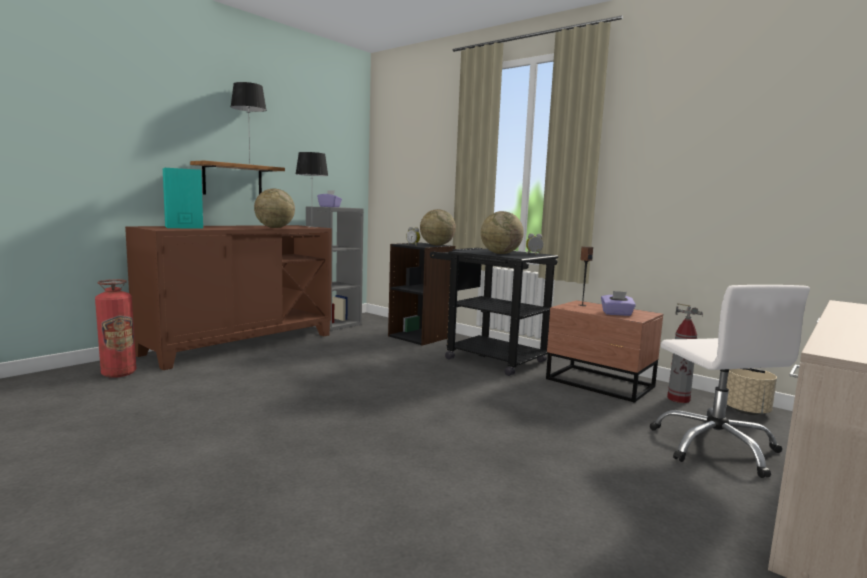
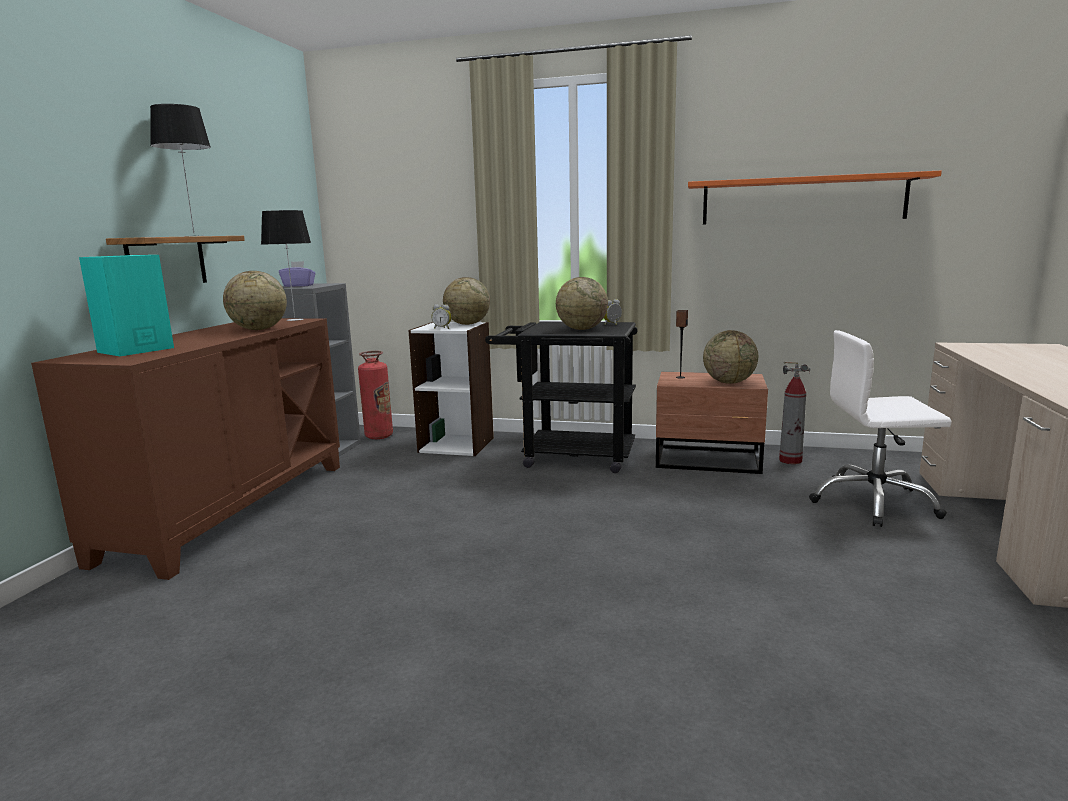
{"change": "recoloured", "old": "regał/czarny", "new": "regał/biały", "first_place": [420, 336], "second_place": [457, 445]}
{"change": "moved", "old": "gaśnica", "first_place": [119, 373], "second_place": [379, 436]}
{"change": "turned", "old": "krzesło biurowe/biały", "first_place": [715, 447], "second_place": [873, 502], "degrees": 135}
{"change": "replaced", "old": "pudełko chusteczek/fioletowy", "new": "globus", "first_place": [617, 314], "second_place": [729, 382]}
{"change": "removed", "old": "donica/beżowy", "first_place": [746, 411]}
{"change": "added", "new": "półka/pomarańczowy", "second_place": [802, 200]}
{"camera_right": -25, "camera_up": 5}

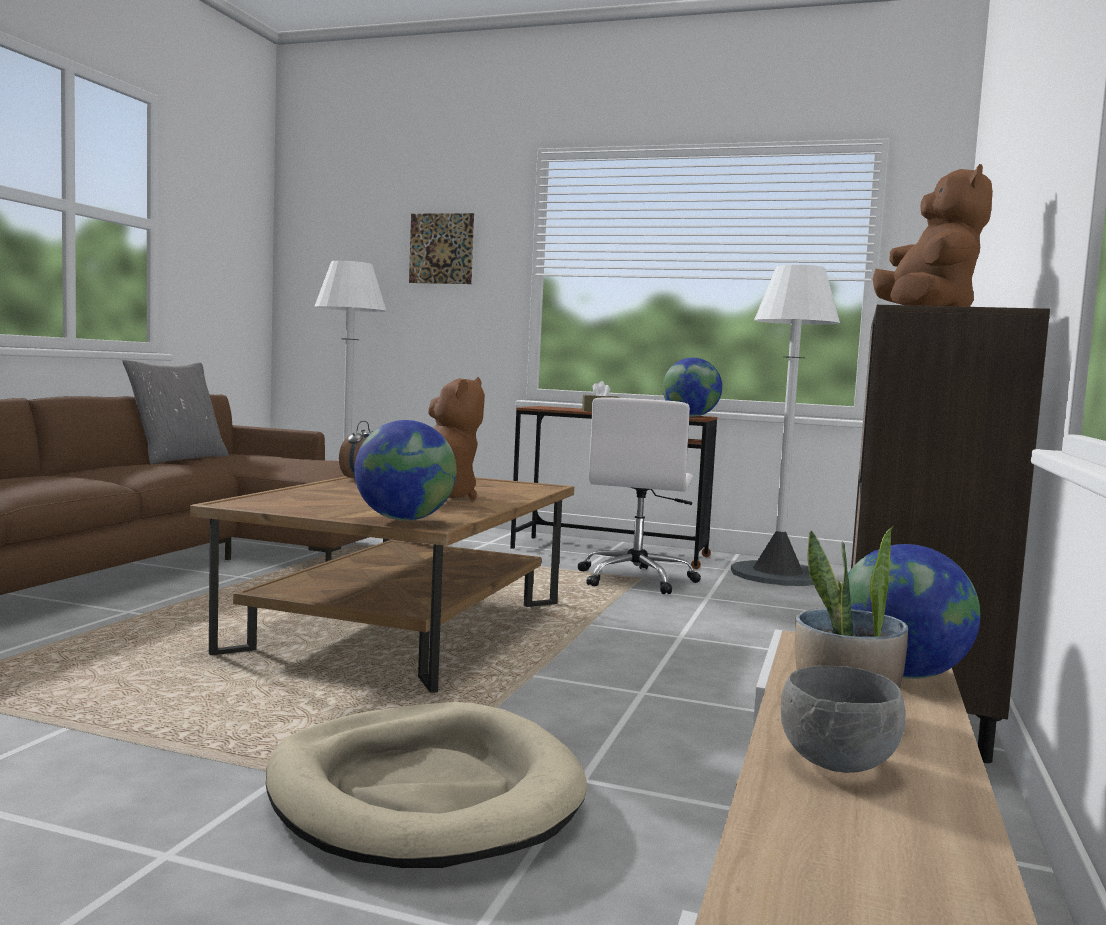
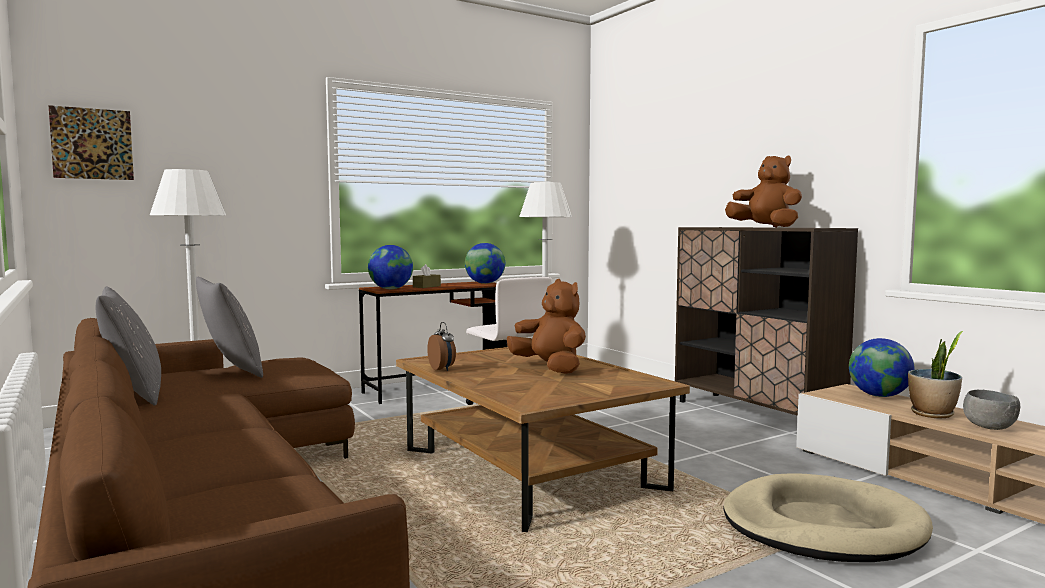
{"change": "moved", "old": "obraz", "first_place": [441, 248], "second_place": [92, 143]}
{"change": "moved", "old": "globus", "first_place": [404, 520], "second_place": [391, 289]}
{"change": "added", "new": "poduszka/szary", "second_place": [231, 371]}
{"camera_right": -50, "camera_up": 0}

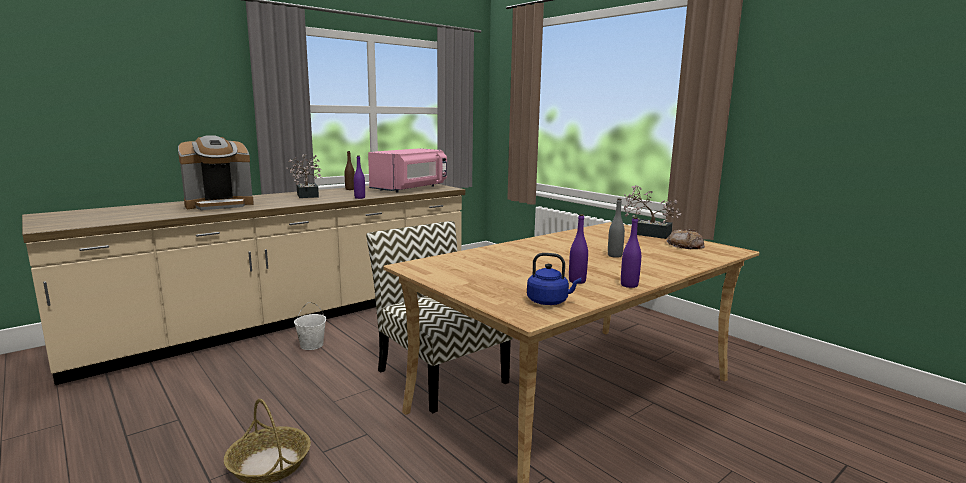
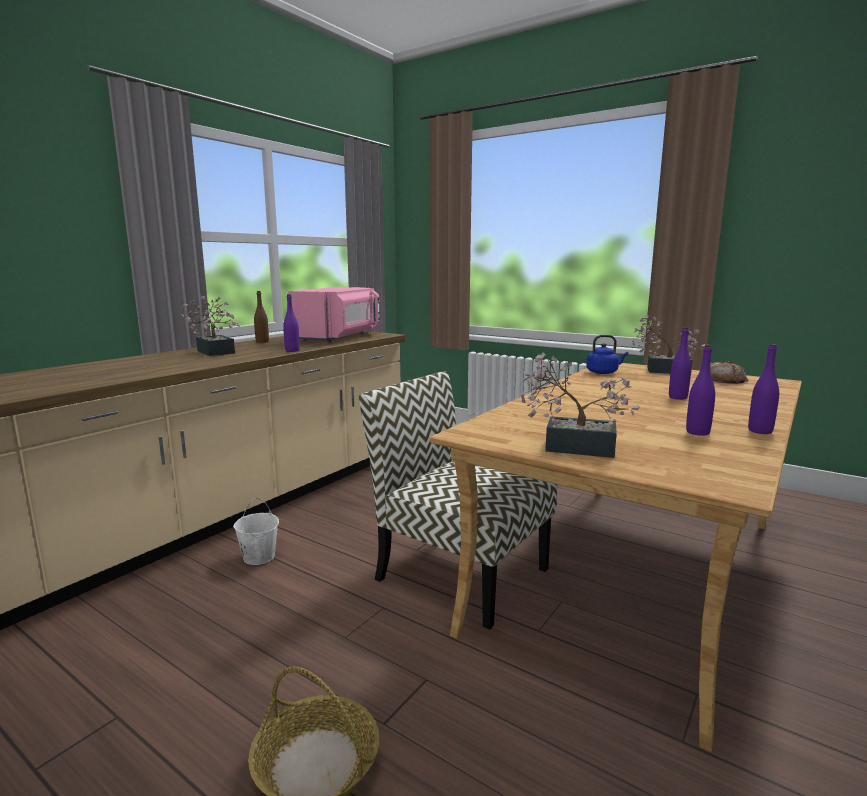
{"change": "removed", "old": "ekspres do kawy", "first_place": [219, 205]}
{"change": "recoloured", "old": "butelka/szary", "new": "butelka/fioletowy", "first_place": [614, 255], "second_place": [677, 397]}
{"change": "moved", "old": "czajnik/niebieski", "first_place": [549, 302], "second_place": [603, 372]}
{"change": "added", "new": "roślina doniczkowa", "second_place": [570, 446]}
{"camera_right": -15, "camera_up": 0}

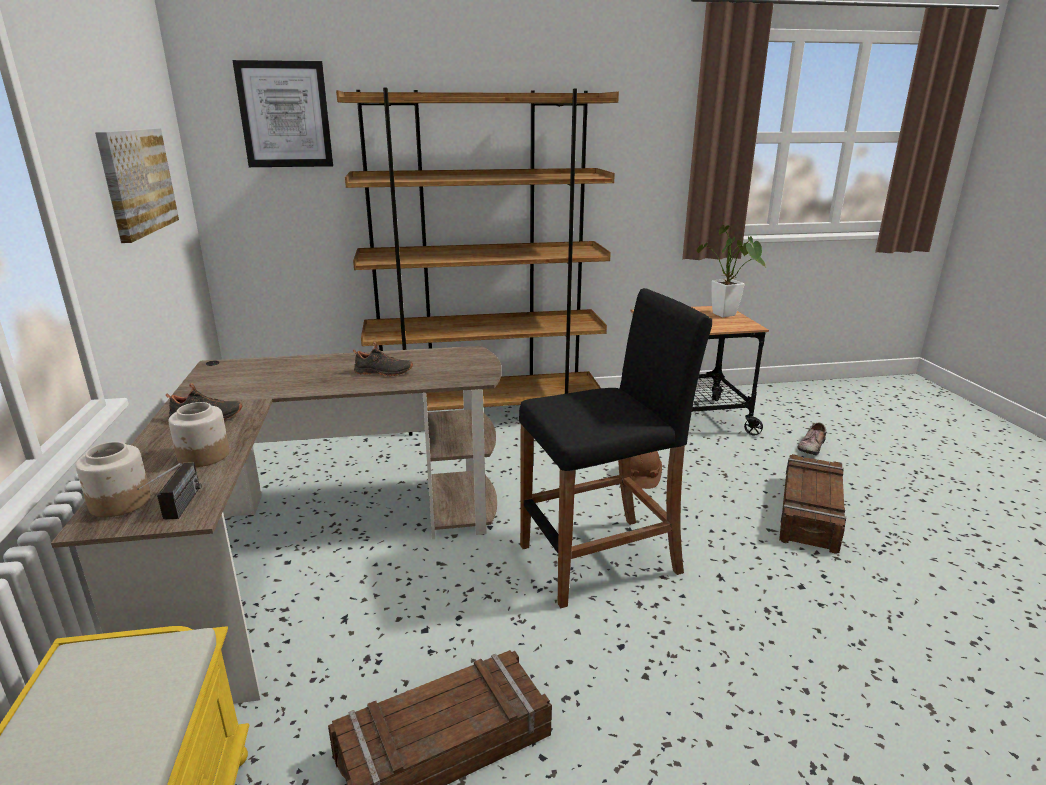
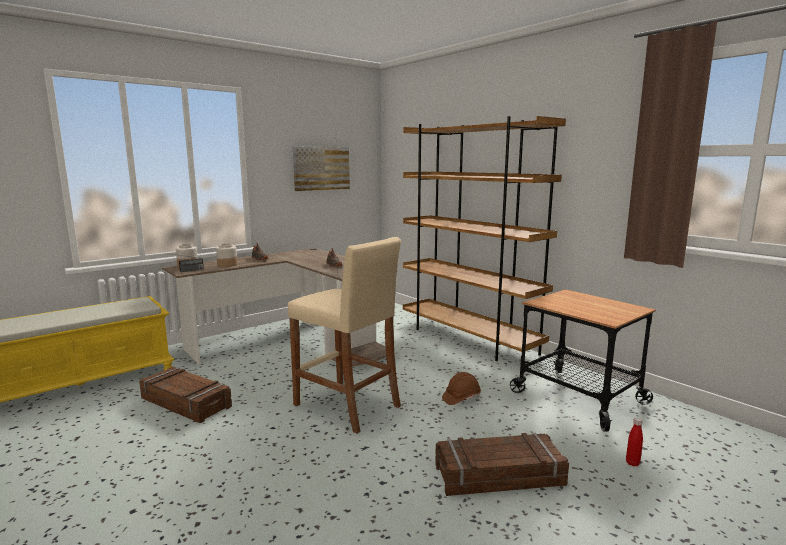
{"change": "removed", "old": "obraz", "first_place": [285, 115]}
{"change": "removed", "old": "roślina doniczkowa", "first_place": [727, 316]}
{"change": "recoloured", "old": "stołek/czarny", "new": "stołek/beżowy", "first_place": [600, 560], "second_place": [347, 406]}
{"change": "replaced", "old": "but", "new": "butelka/czerwony", "first_place": [810, 446], "second_place": [632, 463]}
{"camera_right": 60, "camera_up": -10}

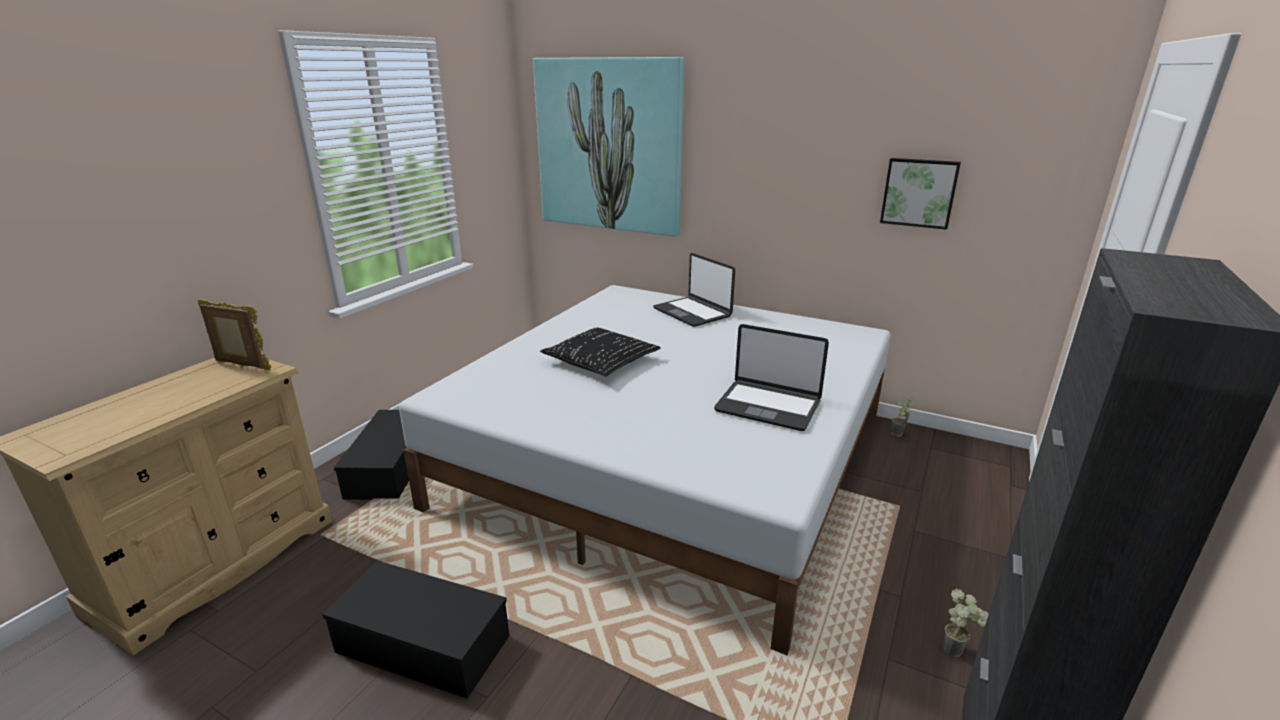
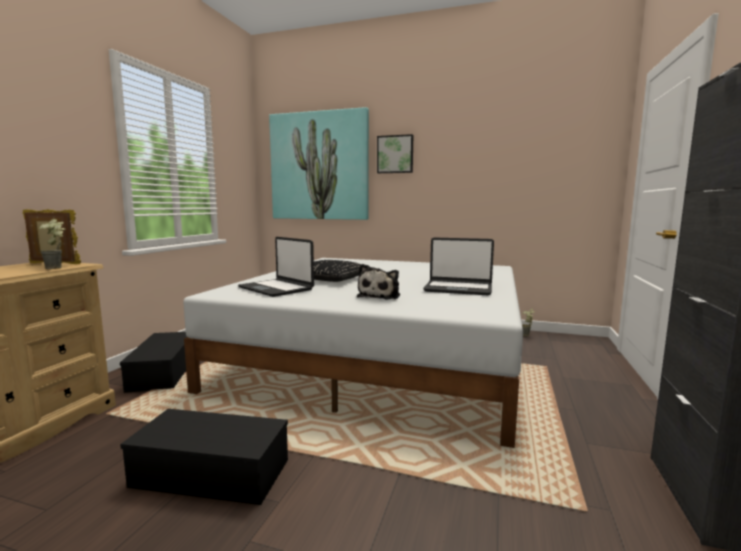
{"change": "moved", "old": "obraz", "first_place": [919, 192], "second_place": [395, 154]}
{"change": "moved", "old": "laptop", "first_place": [692, 312], "second_place": [276, 289]}
{"change": "moved", "old": "roślina doniczkowa", "first_place": [958, 650], "second_place": [58, 268]}
{"change": "added", "new": "pluszak", "second_place": [380, 296]}
{"camera_right": -10, "camera_up": -15}

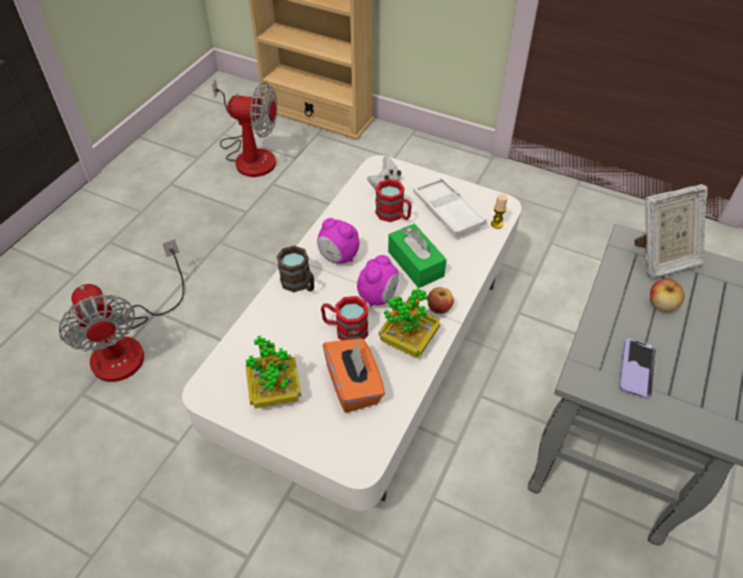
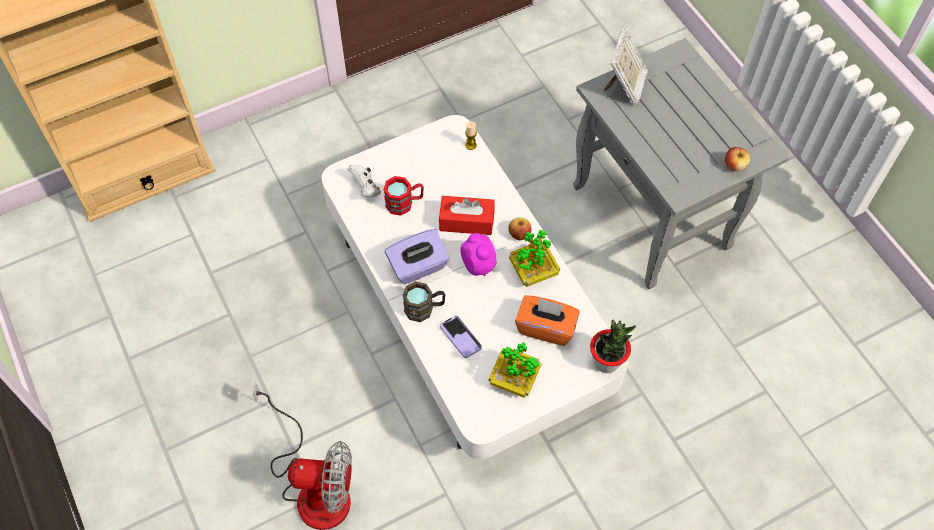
{"change": "removed", "old": "wentylator", "first_place": [250, 154]}
{"change": "removed", "old": "taca/biały", "first_place": [448, 211]}
{"change": "replaced", "old": "budzik", "new": "pudełko chusteczek/fioletowy", "first_place": [338, 257], "second_place": [418, 267]}
{"change": "recoloured", "old": "pudełko chusteczek/zielony", "new": "pudełko chusteczek/czerwony", "first_place": [415, 263], "second_place": [466, 221]}
{"change": "moved", "old": "jabłko", "first_place": [661, 304], "second_place": [734, 165]}
{"change": "removed", "old": "kubek/czerwony", "first_place": [345, 329]}
{"change": "moved", "old": "telefon", "first_place": [636, 369], "second_place": [460, 337]}
{"change": "added", "new": "roślina doniczkowa", "second_place": [606, 362]}
{"camera_right": -55, "camera_up": 10}

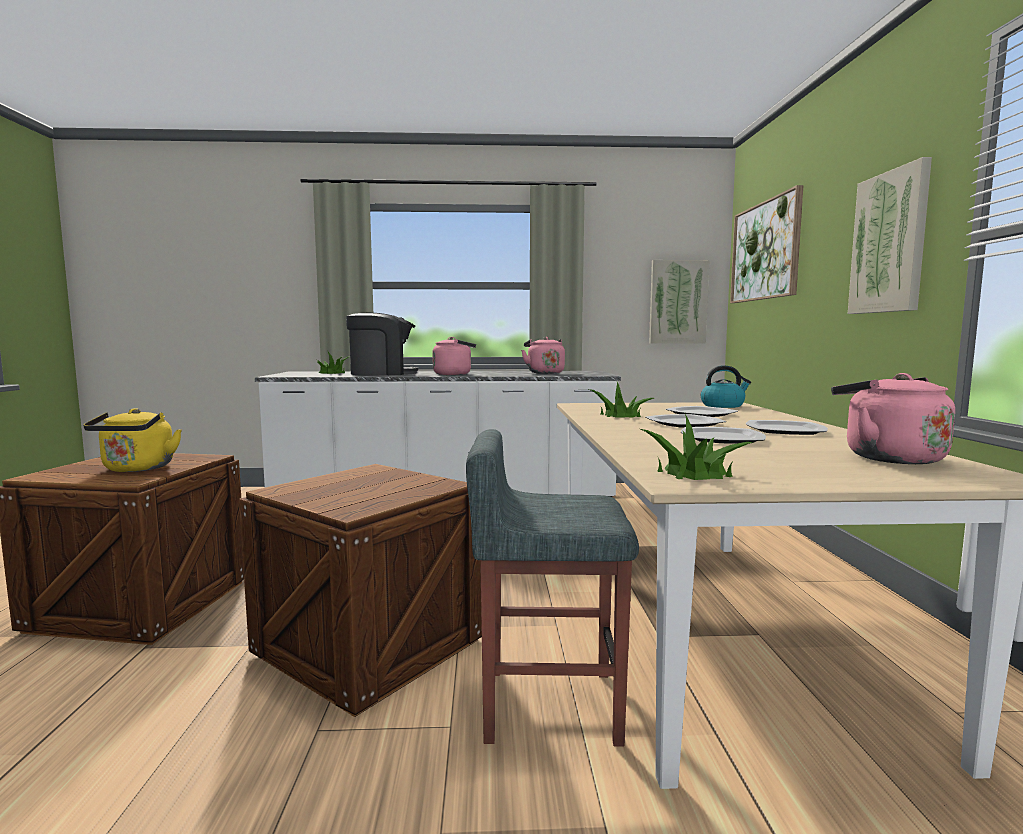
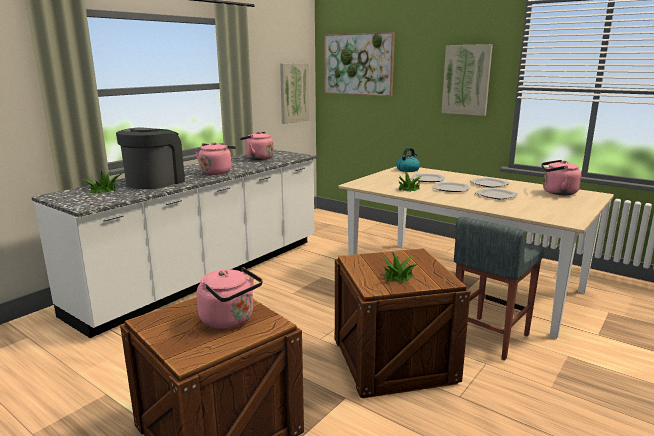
{"change": "recoloured", "old": "czajnik/żółty", "new": "czajnik/różowy", "first_place": [137, 469], "second_place": [230, 320]}
{"change": "moved", "old": "roślina doniczkowa", "first_place": [693, 473], "second_place": [398, 276]}
{"camera_right": -50, "camera_up": 10}

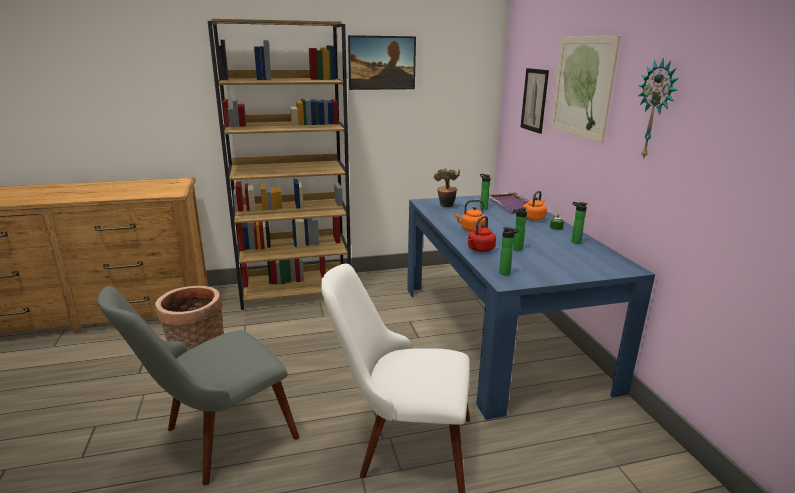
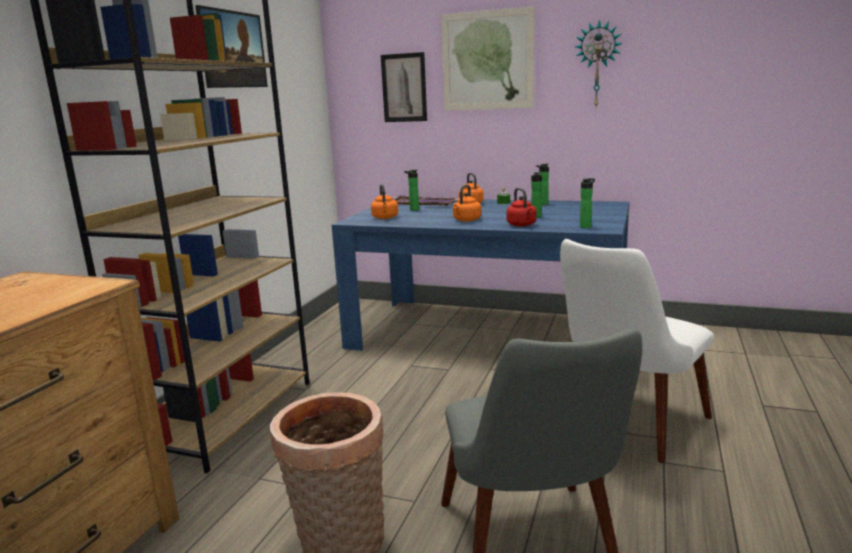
{"change": "replaced", "old": "roślina doniczkowa", "new": "czajnik/pomarańczowy", "first_place": [446, 207], "second_place": [385, 218]}
{"camera_right": -55, "camera_up": -5}

